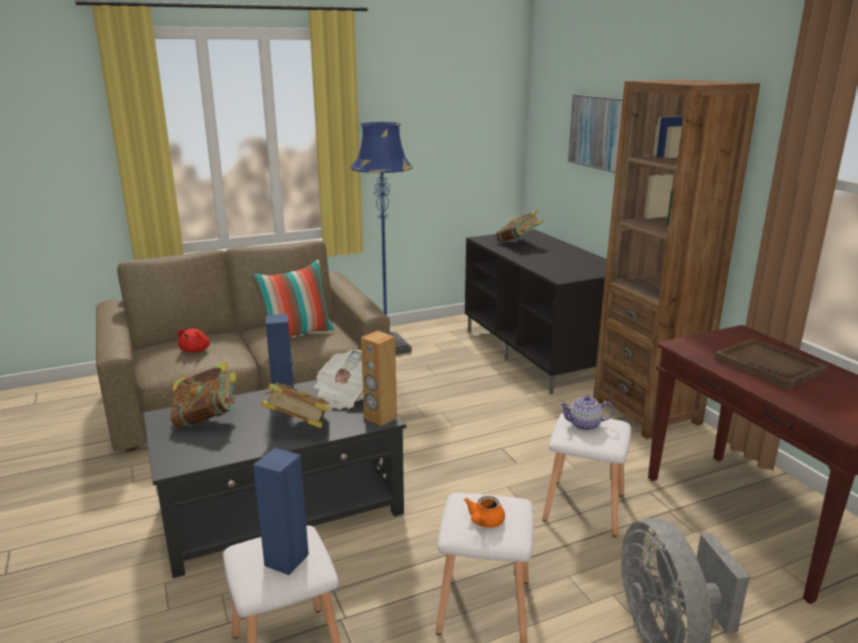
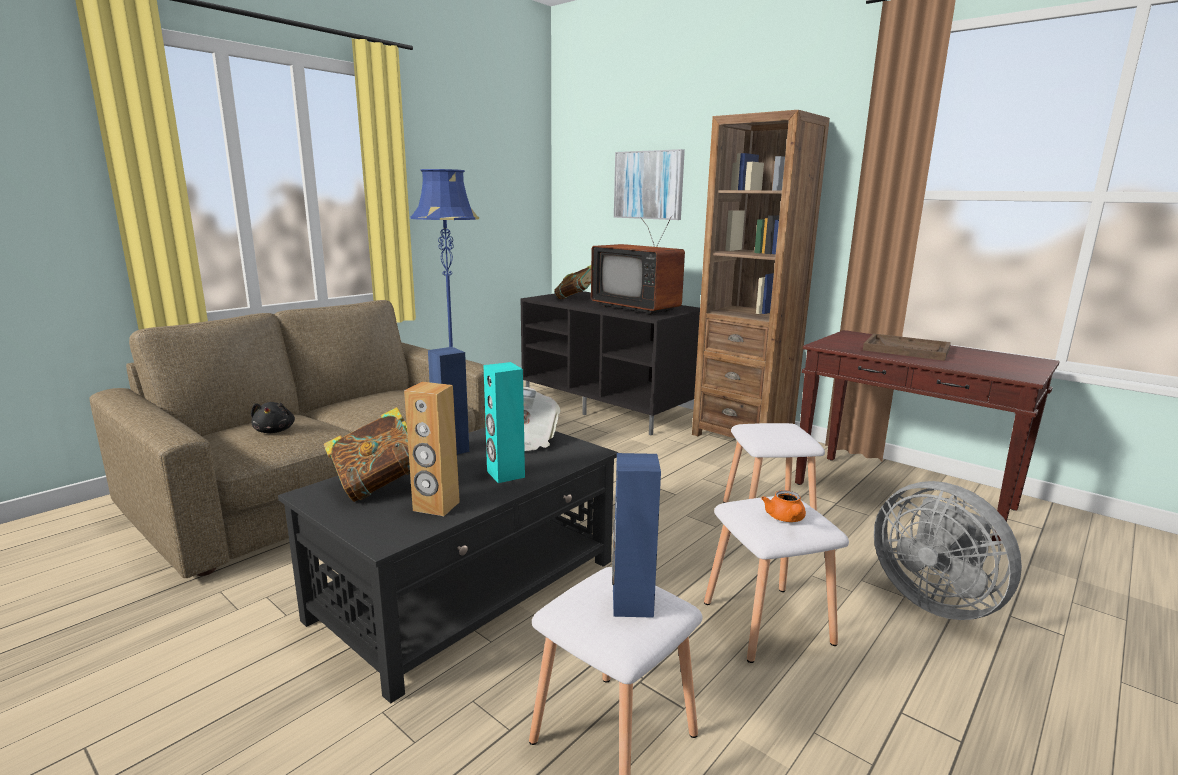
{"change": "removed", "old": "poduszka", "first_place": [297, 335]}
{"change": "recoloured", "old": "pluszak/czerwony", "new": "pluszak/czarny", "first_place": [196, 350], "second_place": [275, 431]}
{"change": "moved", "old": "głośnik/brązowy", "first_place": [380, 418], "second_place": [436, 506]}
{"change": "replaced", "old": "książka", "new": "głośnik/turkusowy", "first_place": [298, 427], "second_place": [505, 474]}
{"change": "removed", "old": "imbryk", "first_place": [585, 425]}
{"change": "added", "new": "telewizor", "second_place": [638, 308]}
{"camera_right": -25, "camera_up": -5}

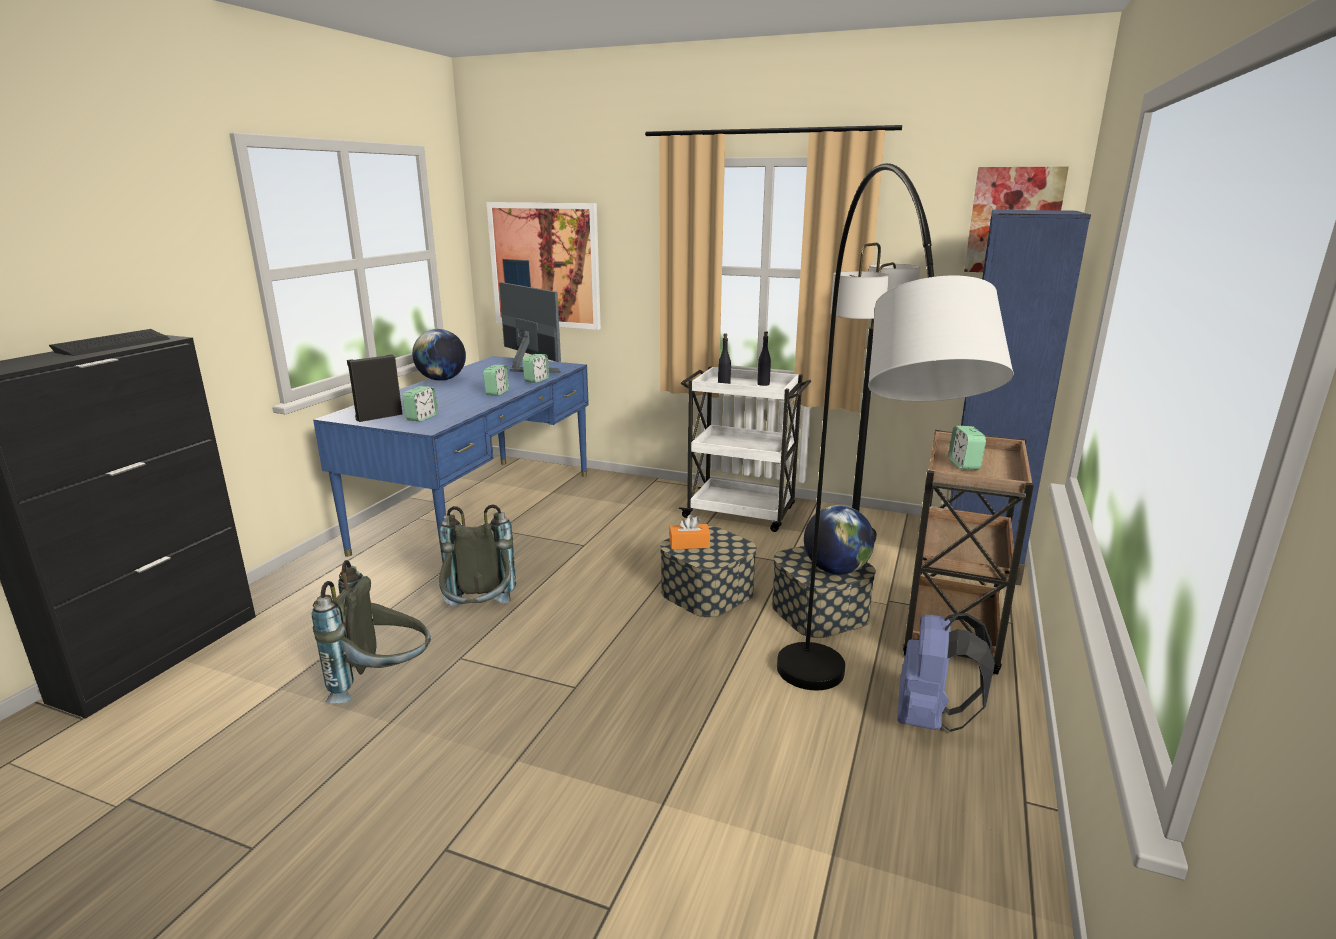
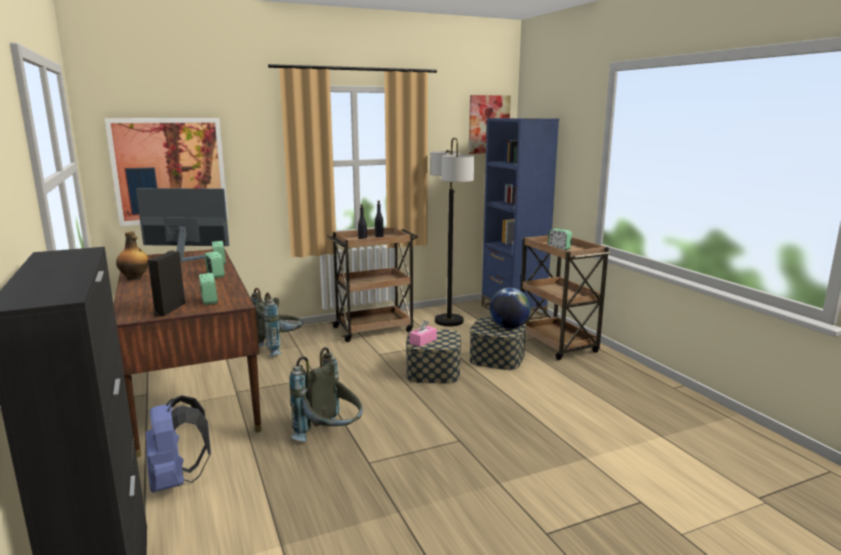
{"change": "removed", "old": "lampa stojąca/szary", "first_place": [839, 760]}
{"change": "removed", "old": "klawiatura", "first_place": [113, 345]}
{"change": "replaced", "old": "globus", "new": "butelka", "first_place": [442, 379], "second_place": [135, 278]}
{"change": "recoloured", "old": "biurko/niebieski", "new": "biurko/brązowy", "first_place": [480, 510], "second_place": [192, 387]}
{"change": "recoloured", "old": "wózek/biały", "new": "wózek/brązowy", "first_place": [741, 513], "second_place": [374, 329]}
{"change": "recoloured", "old": "pudełko chusteczek/pomarańczowy", "new": "pudełko chusteczek/różowy", "first_place": [689, 544], "second_place": [423, 341]}
{"change": "moved", "old": "plecak/szary", "first_place": [384, 683], "second_place": [280, 348]}
{"change": "moved", "old": "plecak/niebieski", "first_place": [930, 719], "second_place": [177, 481]}
{"camera_right": -45, "camera_up": -5}

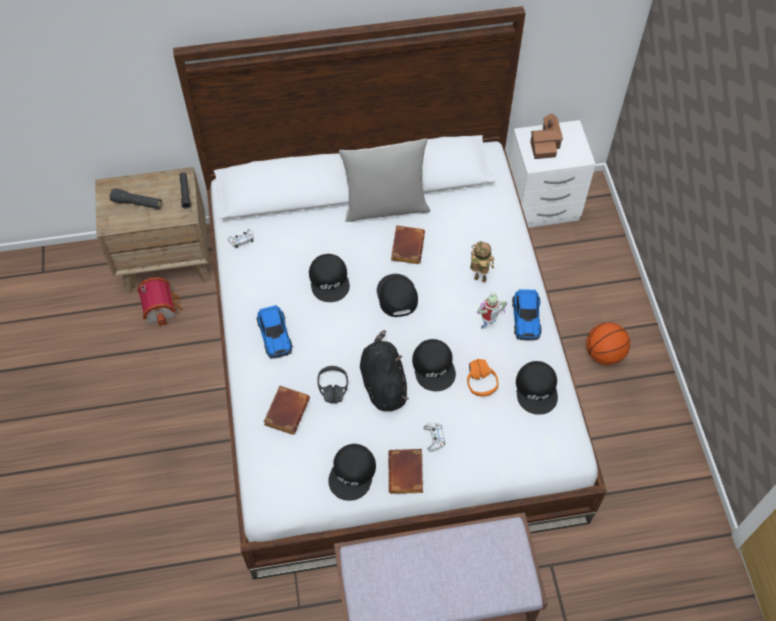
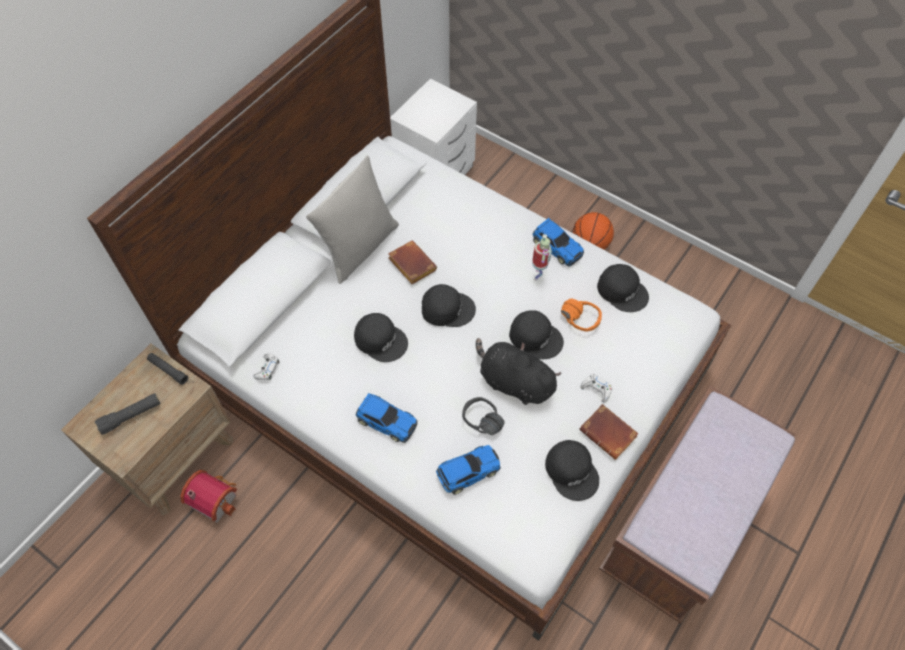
{"change": "removed", "old": "domek", "first_place": [545, 143]}
{"change": "removed", "old": "robot zabawkowy", "first_place": [478, 280]}
{"change": "turned", "old": "czapka z daszkiem/czarny", "first_place": [396, 296], "second_place": [447, 308], "degrees": 150}
{"change": "replaced", "old": "książka/brązowy", "new": "samochodzik", "first_place": [286, 410], "second_place": [467, 471]}
{"camera_right": -45, "camera_up": 0}

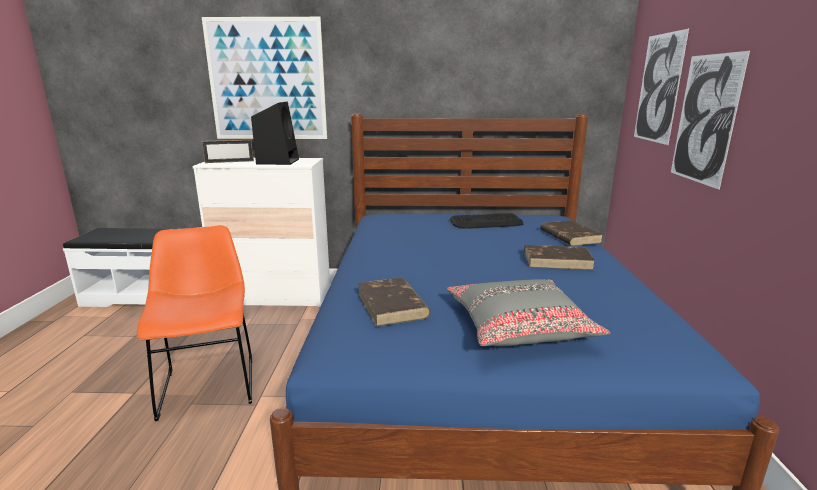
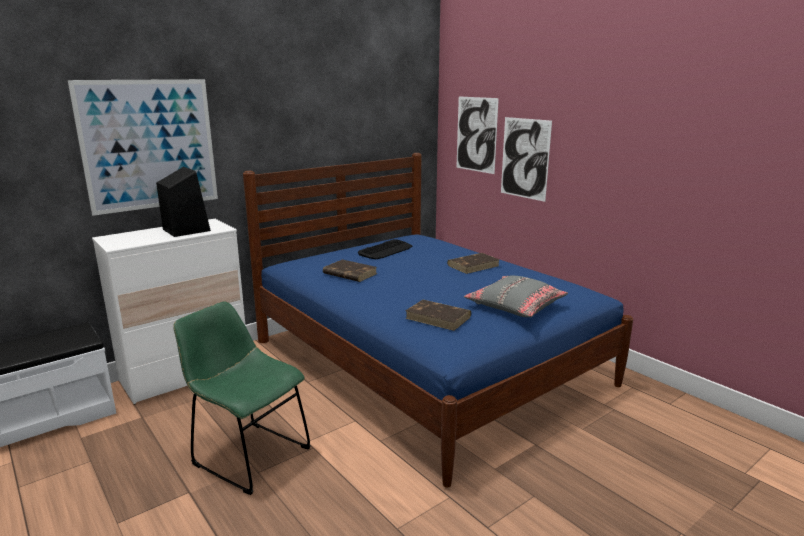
{"change": "removed", "old": "ramka na zdjęcie", "first_place": [229, 162]}
{"change": "moved", "old": "książka/brązowy", "first_place": [569, 236], "second_place": [349, 273]}
{"change": "recoloured", "old": "krzesło/pomarańczowy", "new": "krzesło/zielony", "first_place": [209, 383], "second_place": [247, 454]}
{"camera_right": -40, "camera_up": 0}

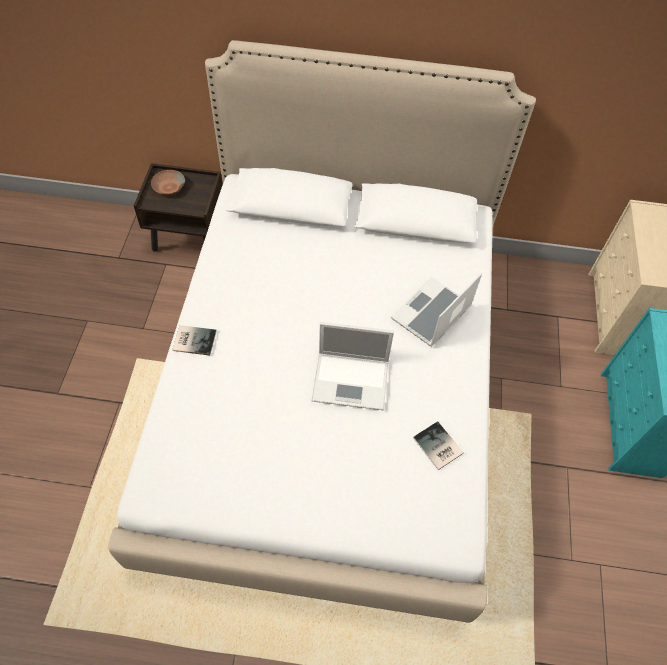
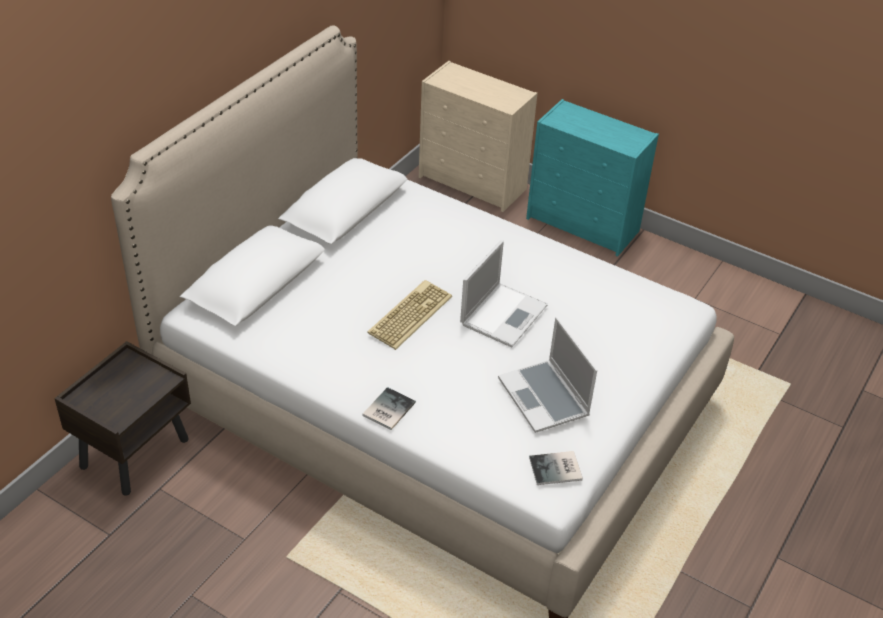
{"change": "removed", "old": "miska/brązowy", "first_place": [168, 187]}
{"change": "moved", "old": "laptop", "first_place": [431, 314], "second_place": [545, 398]}
{"change": "moved", "old": "książka", "first_place": [437, 447], "second_place": [557, 470]}
{"change": "added", "new": "klawiatura", "second_place": [409, 314]}
{"camera_right": -65, "camera_up": -15}

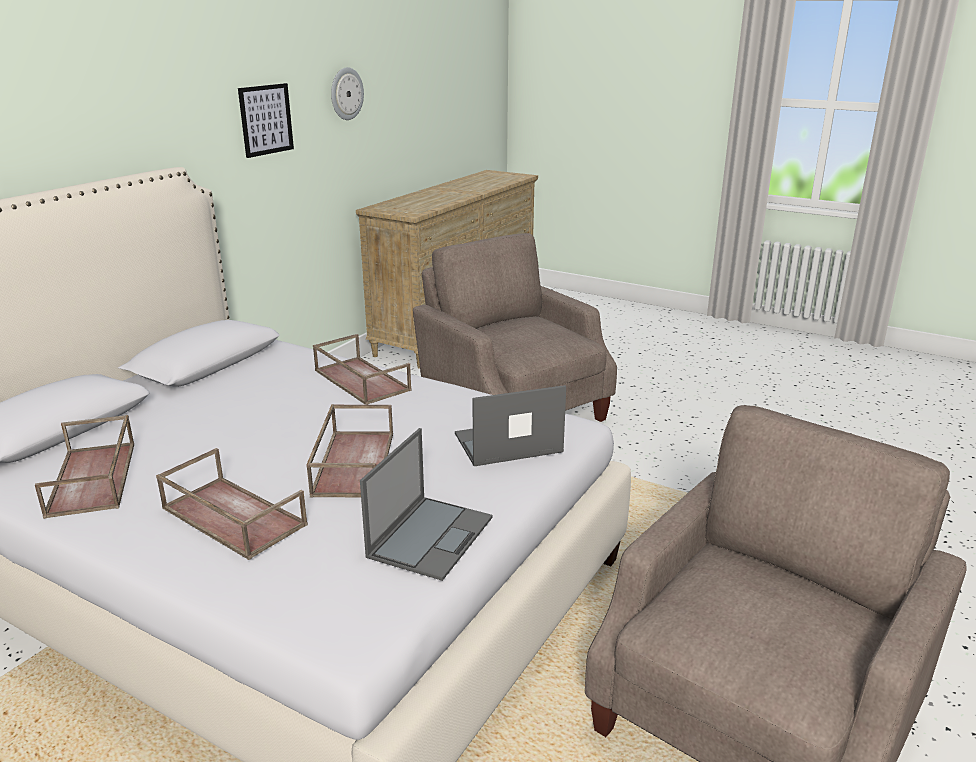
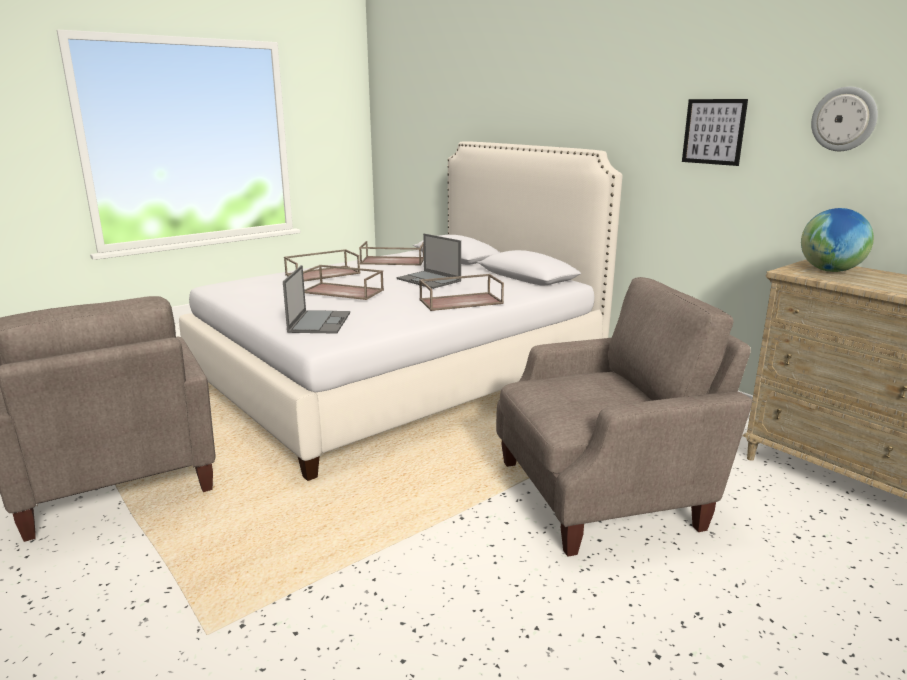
{"change": "moved", "old": "laptop", "first_place": [431, 536], "second_place": [429, 280]}
{"change": "added", "new": "globus", "second_place": [830, 271]}
{"camera_right": 110, "camera_up": -5}

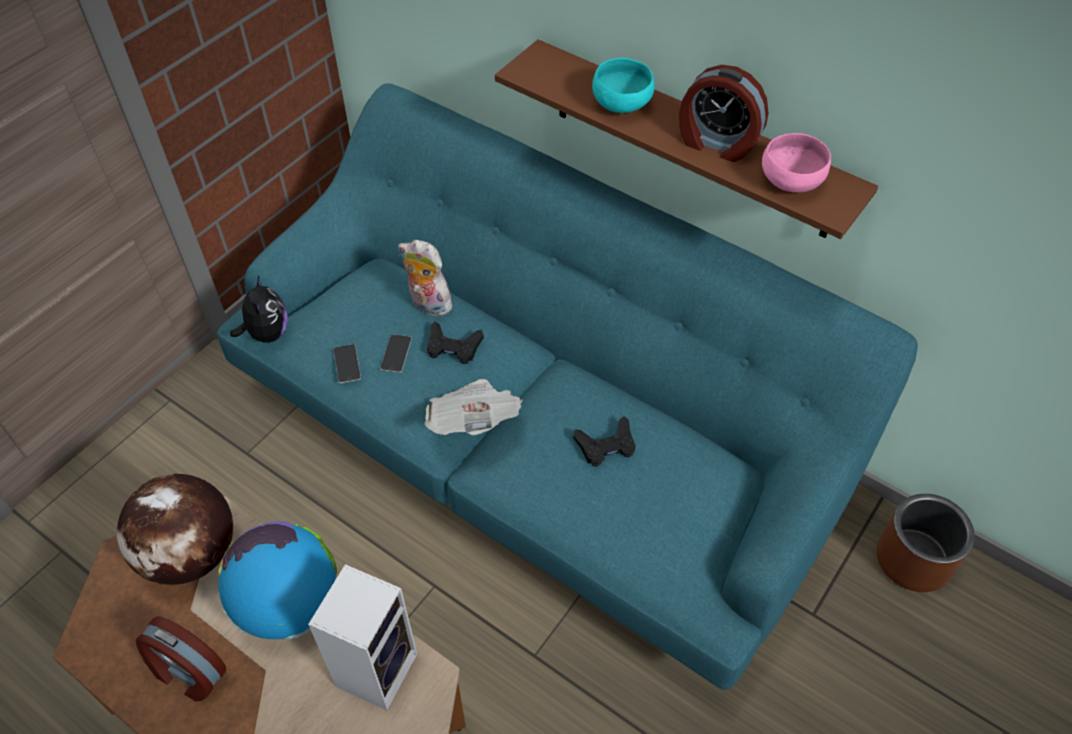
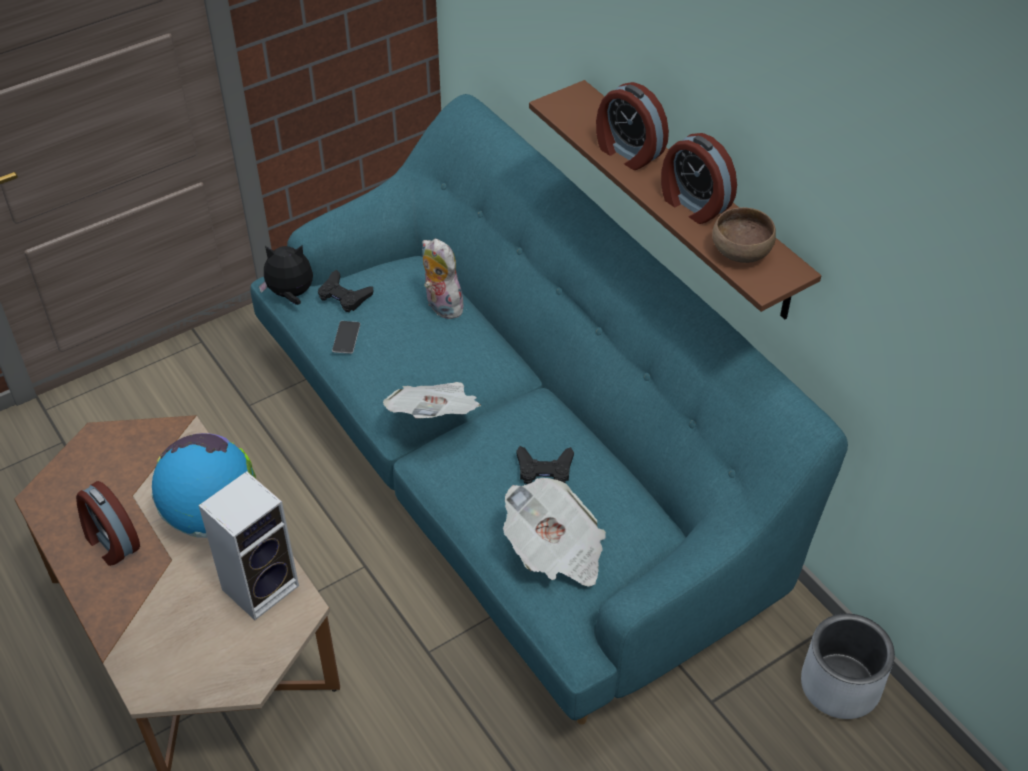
{"change": "replaced", "old": "miska/turkusowy", "new": "budzik", "first_place": [622, 104], "second_place": [628, 152]}
{"change": "recoloured", "old": "miska/różowy", "new": "miska/brązowy", "first_place": [790, 182], "second_place": [740, 252]}
{"change": "turned", "old": "pluszak", "first_place": [267, 333], "second_place": [290, 295], "degrees": -105}
{"change": "moved", "old": "pad do gier/czarny", "first_place": [453, 347], "second_place": [344, 296]}
{"change": "removed", "old": "telefon", "first_place": [396, 353]}
{"change": "removed", "old": "globus", "first_place": [191, 554]}
{"change": "recoloured", "old": "donica/brązowy", "new": "donica/szary", "first_place": [914, 559], "second_place": [841, 685]}
{"change": "added", "new": "gazeta", "second_place": [555, 550]}
{"camera_right": 20, "camera_up": -5}

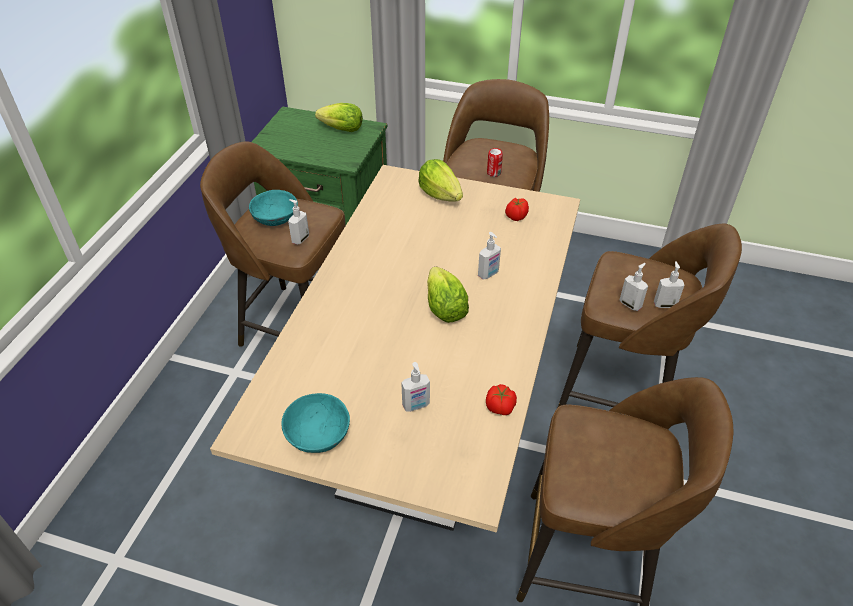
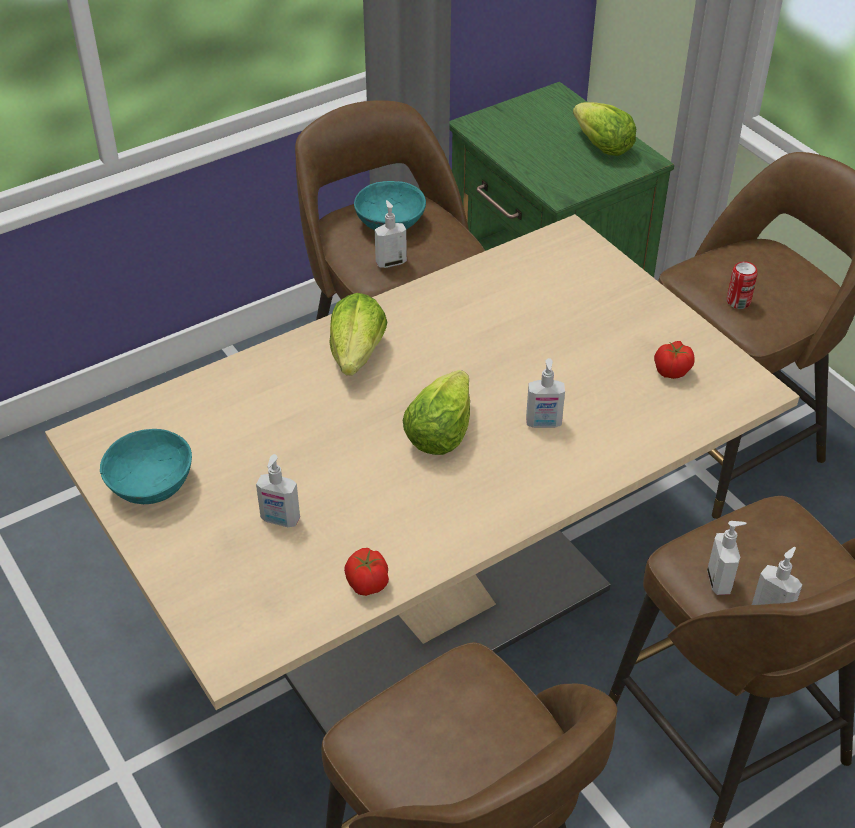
{"change": "moved", "old": "sałata", "first_place": [440, 195], "second_place": [357, 354]}
{"camera_right": 40, "camera_up": 0}

